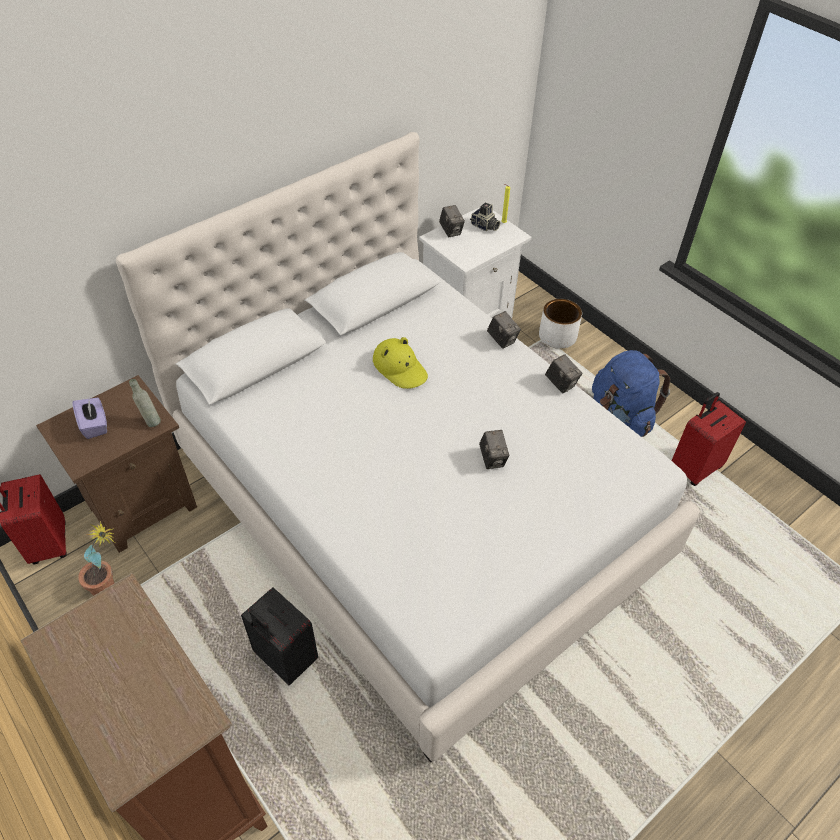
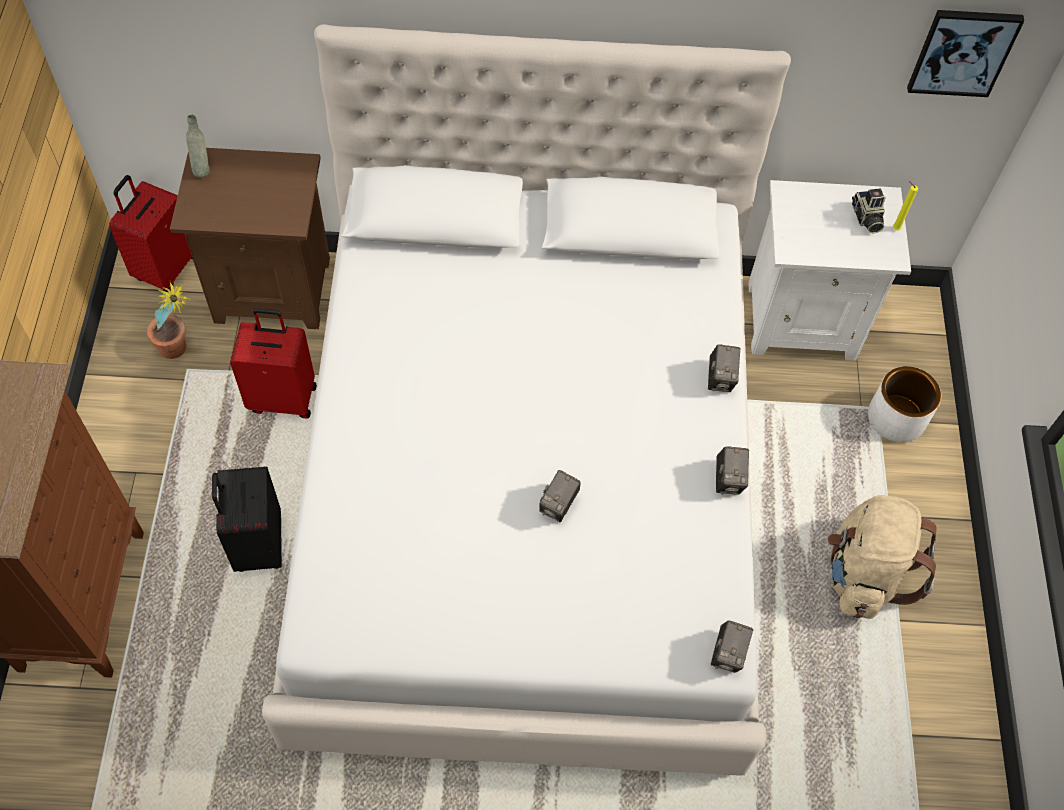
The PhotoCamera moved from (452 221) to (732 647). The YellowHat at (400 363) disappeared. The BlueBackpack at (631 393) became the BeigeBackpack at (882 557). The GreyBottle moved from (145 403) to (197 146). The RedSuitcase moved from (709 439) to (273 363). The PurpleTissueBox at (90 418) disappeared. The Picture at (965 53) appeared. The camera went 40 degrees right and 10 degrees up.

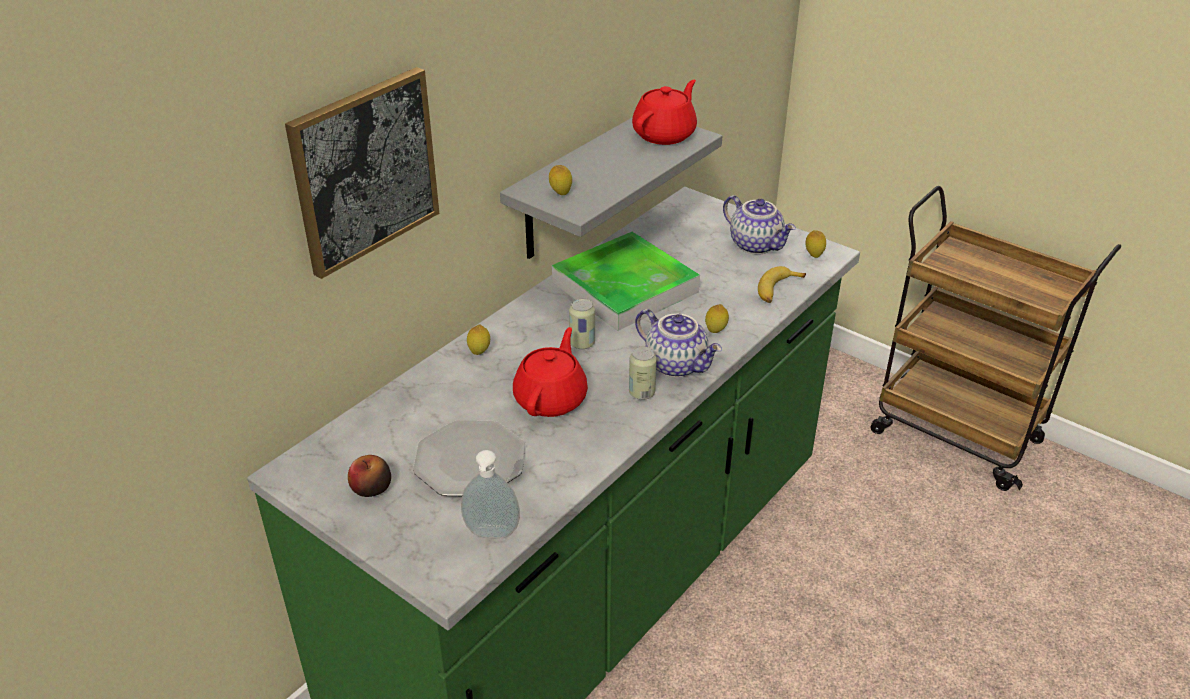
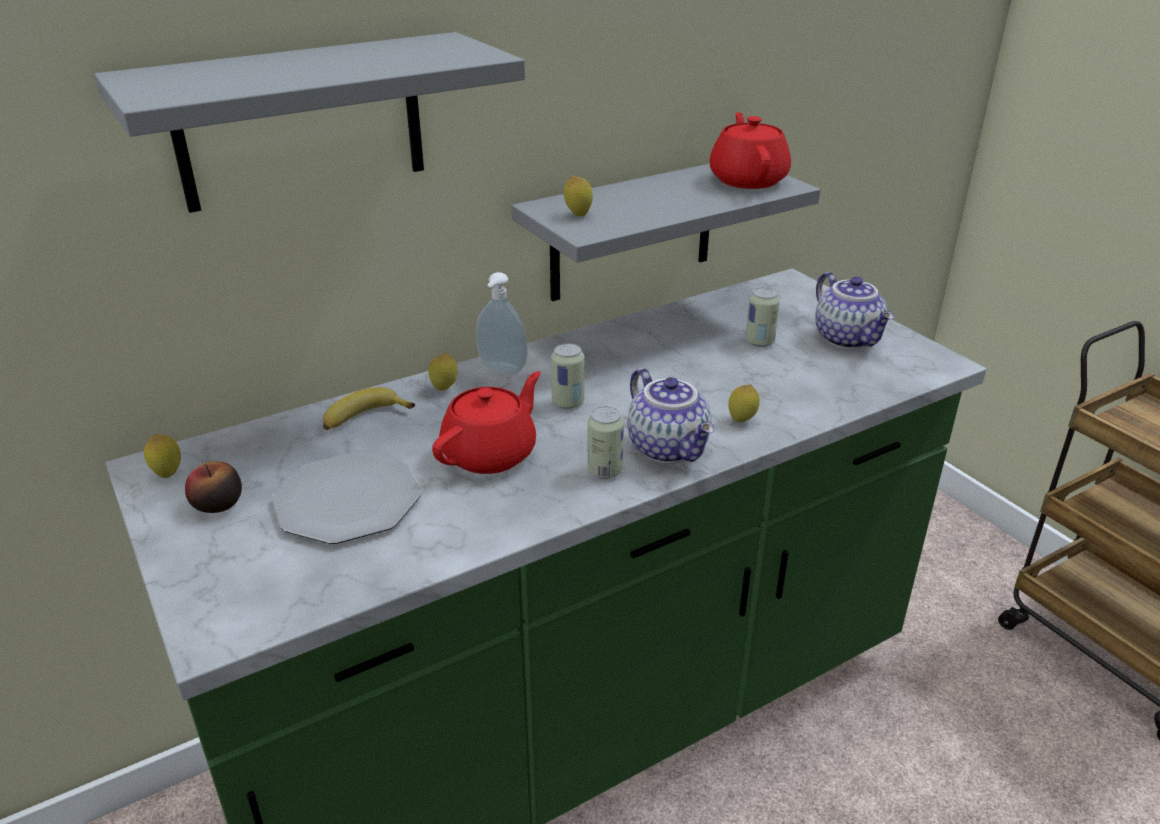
The Picture at (362 173) was replaced by the GreyShelf at (309 122). The RedTeapot at (664 112) turned 60 degrees counterclockwise. The Lemon moved from (816 244) to (162 456). The Tray at (626 281) disappeared. The Banana moved from (782 284) to (369 408). The SoapDispenser moved from (490 494) to (502 323). The Can at (762 317) appeared. The camera went 20 degrees right and 5 degrees down.

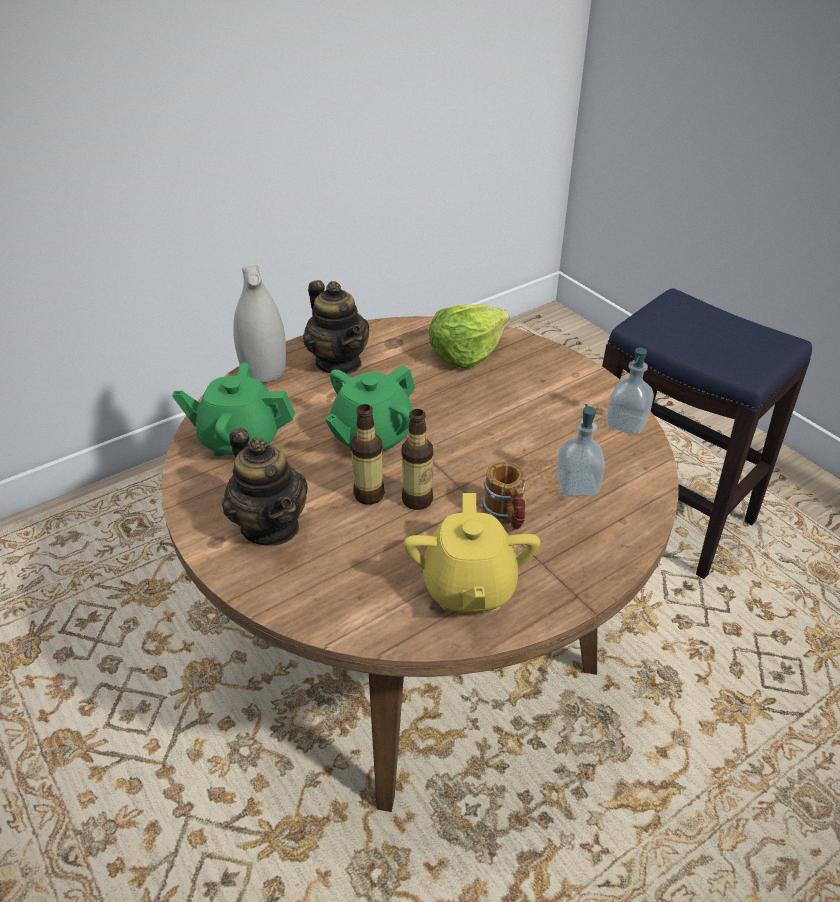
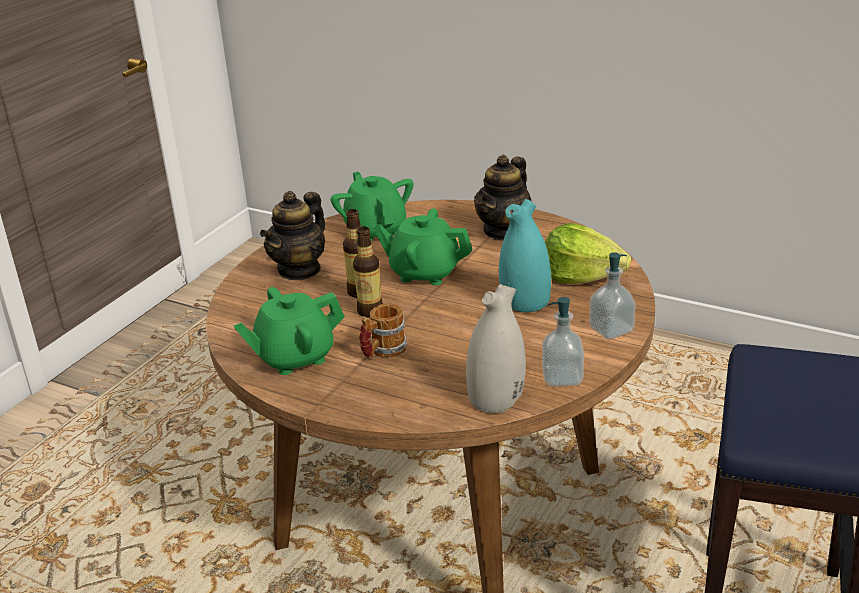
The WhiteVase moved from (259 324) to (496 349). The SoapDispenser moved from (580 450) to (612 296). The YellowTeapot at (472 552) became the GreenTeapot at (289 331). The TurquoiseVase at (525 255) appeared. The camera went 65 degrees right and 10 degrees down.

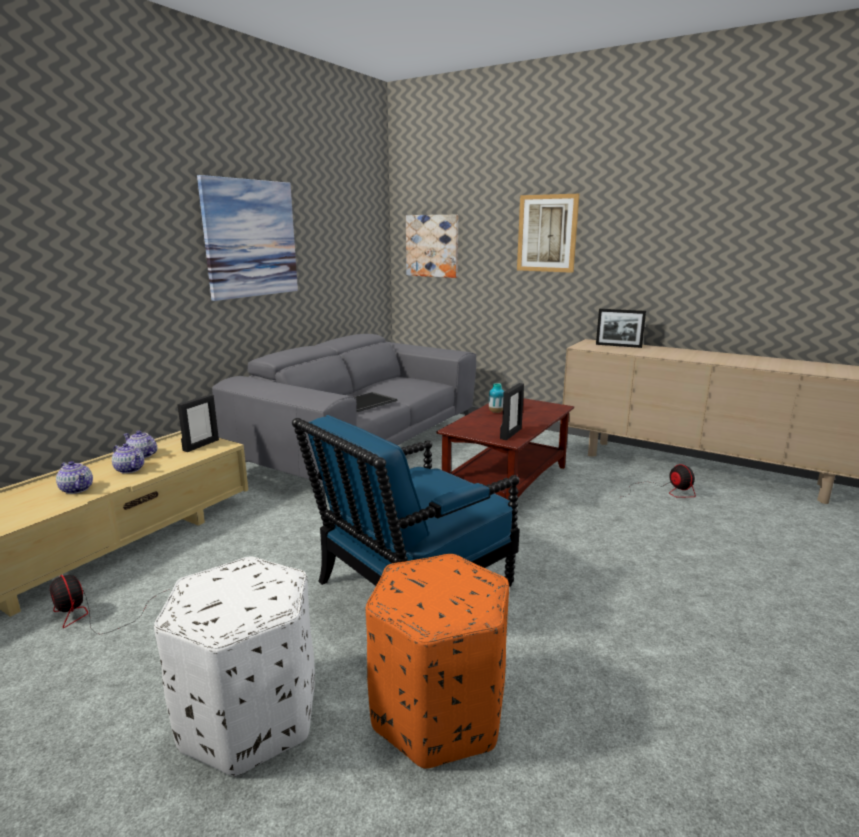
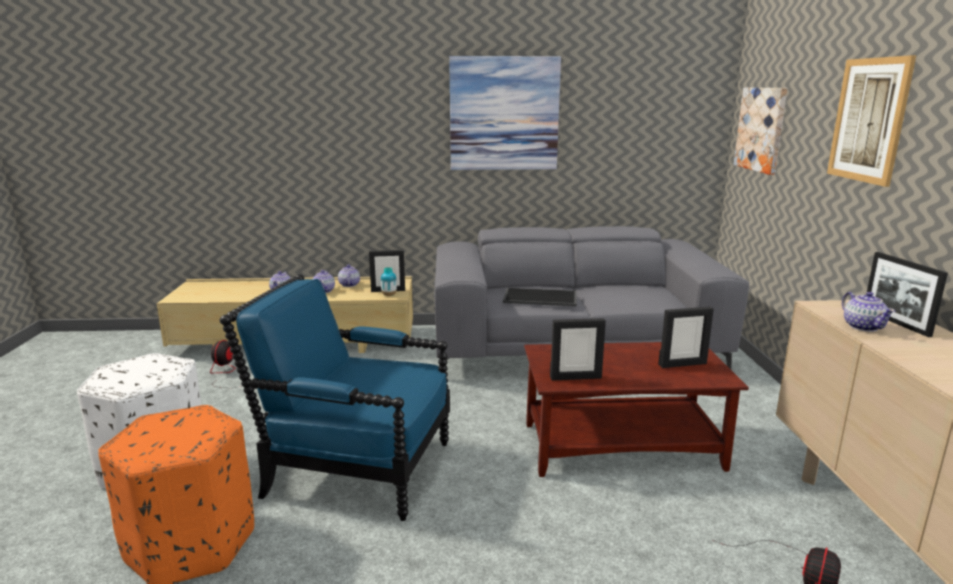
The Vase moved from (496 398) to (389 281). The Teapot at (868 312) appeared. The PictureFrame at (686 337) appeared. The camera went 55 degrees right and 0 degrees up.

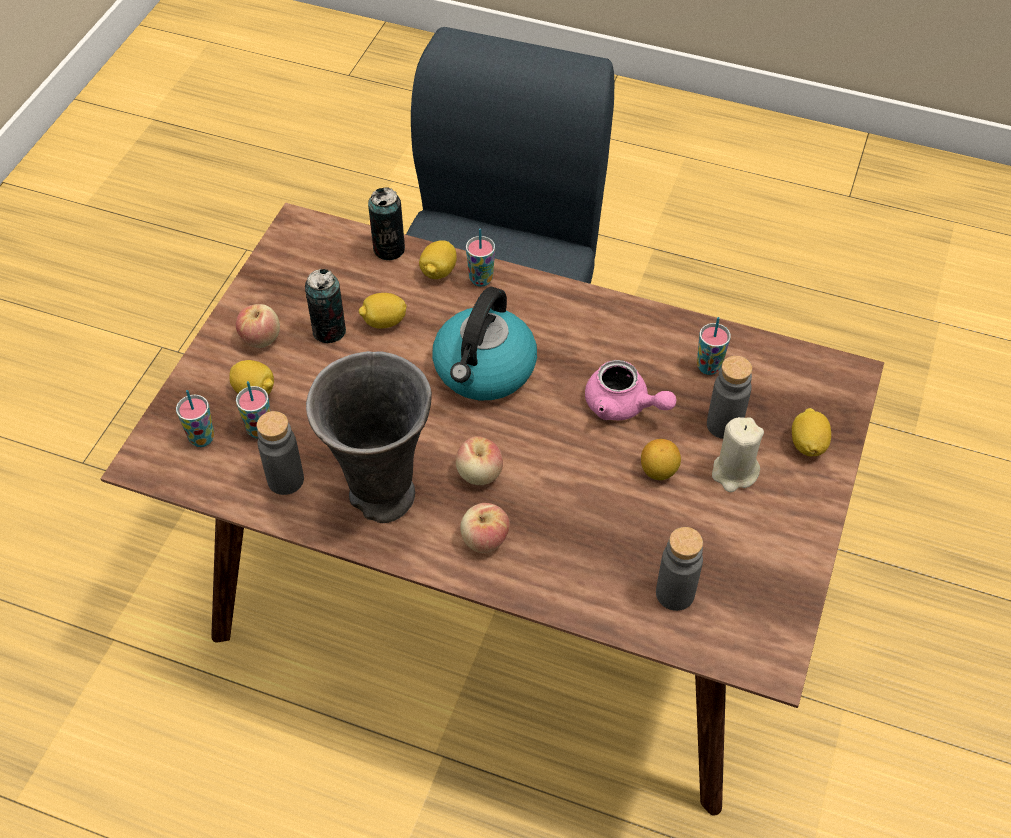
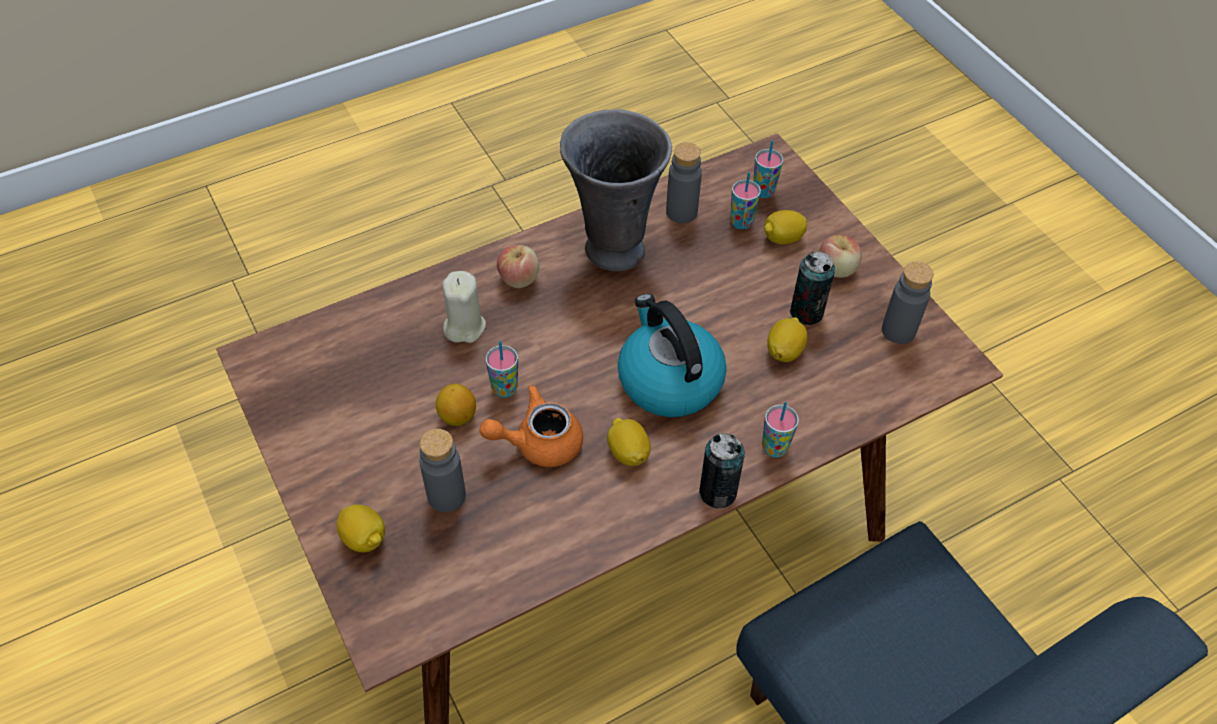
The Can moved from (386 223) to (722 471). The Lemon moved from (438 259) to (629 442). The Cup moved from (714 346) to (502 369). The PinkTeapot at (631 390) became the OrangeTeapot at (531 426). The BeigeCandle moved from (738 454) to (464 307). The Apple at (479 460) disappeared. The GreyBottle moved from (679 569) to (908 303). The camera went 130 degrees right and 0 degrees up.

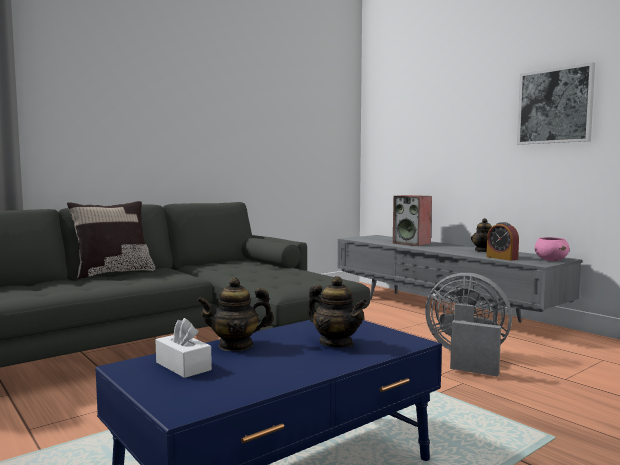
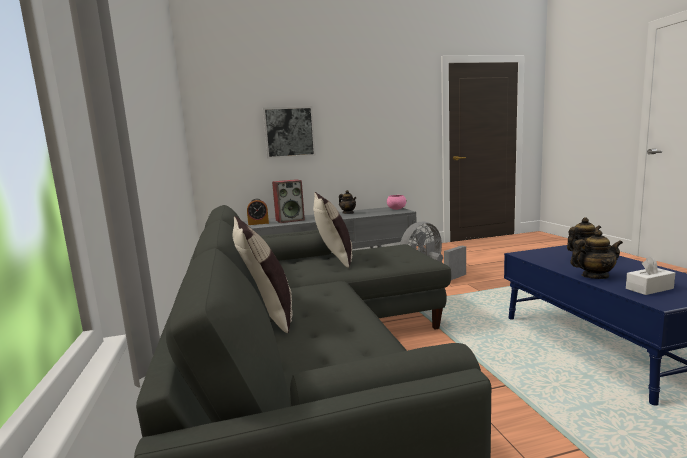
The Picture moved from (556 103) to (289 132). The AlarmClock moved from (502 241) to (258 212). The Teapot at (235 314) turned 105 degrees counterclockwise. The Pillow at (333 230) appeared. The camera went 65 degrees left and 5 degrees up.

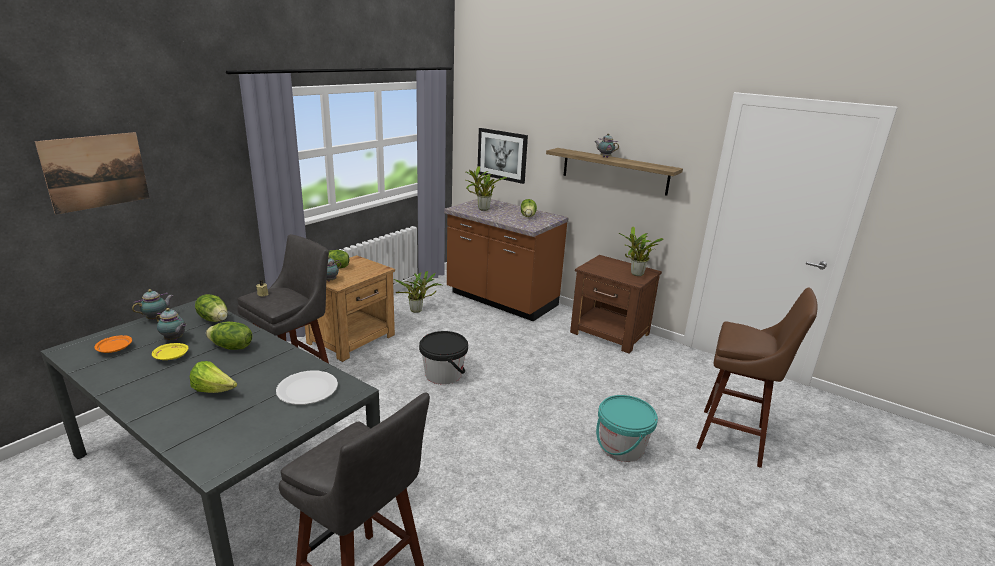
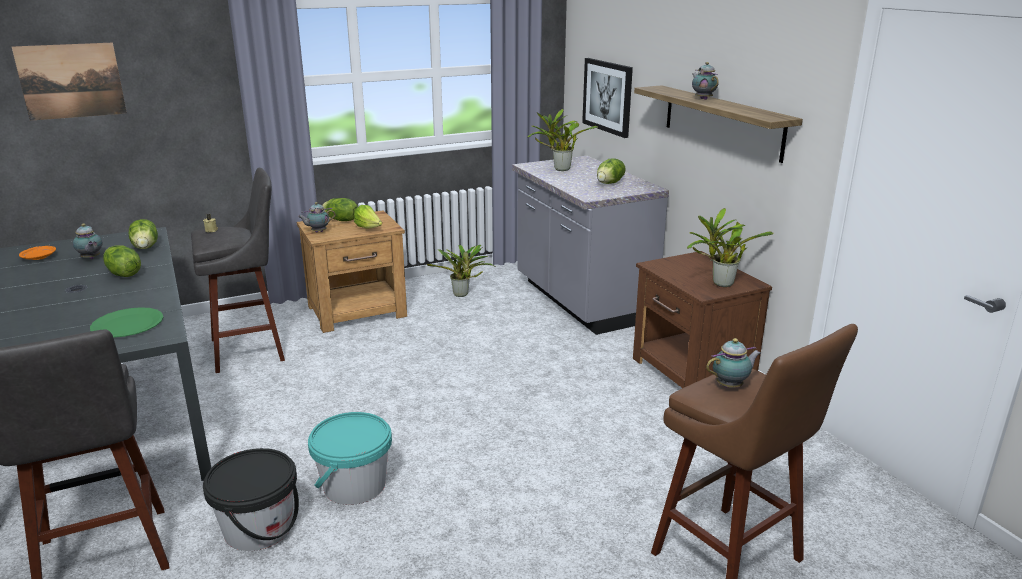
The BrownCounter at (506 260) became the GreyCounter at (590 245). The Teapot moved from (152 304) to (733 363). The BlackBucket moved from (443 358) to (251 499). The YellowPlate at (170 351) disappeared. The Lettuce moved from (213 377) to (368 216). The WhitePlate at (307 388) became the GreenPlate at (126 322). The TurquoiseBucket moved from (627 428) to (350 458). The camera went 30 degrees right and 0 degrees up.

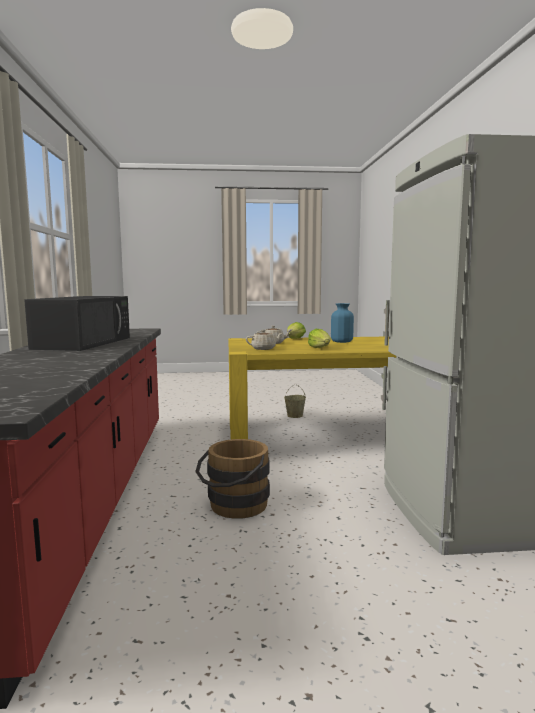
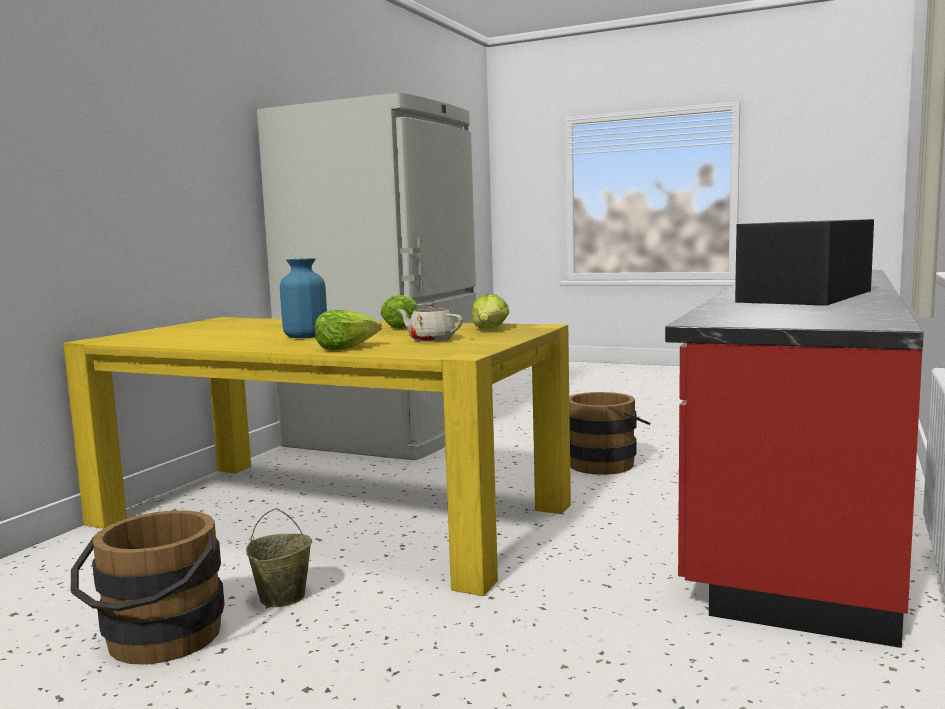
The BeigeTeapot at (264 340) was replaced by the Lettuce at (491 311). The BrownBucket at (148 587) appeared. The camera went 150 degrees left and 0 degrees up.

